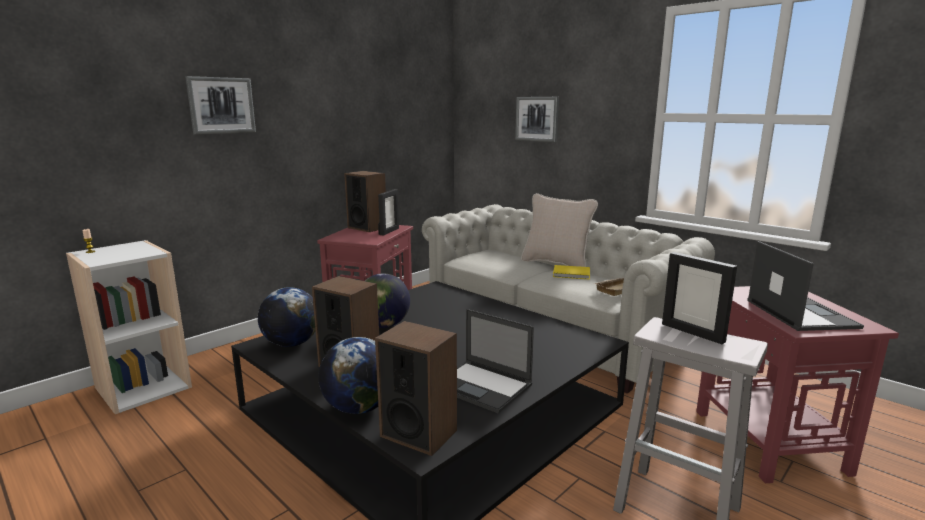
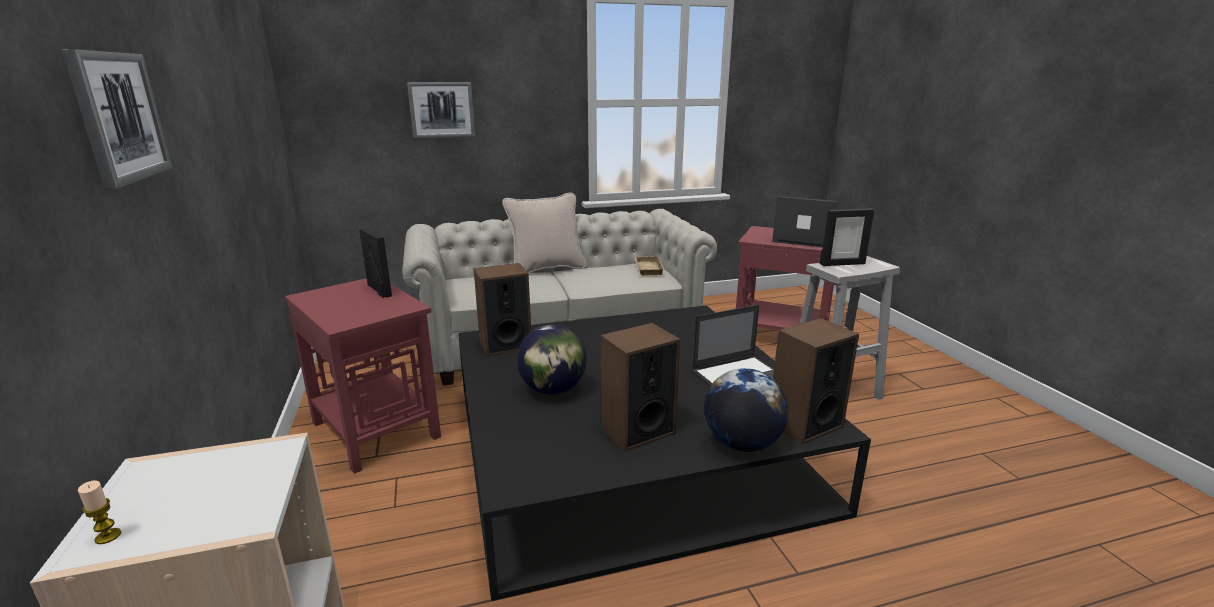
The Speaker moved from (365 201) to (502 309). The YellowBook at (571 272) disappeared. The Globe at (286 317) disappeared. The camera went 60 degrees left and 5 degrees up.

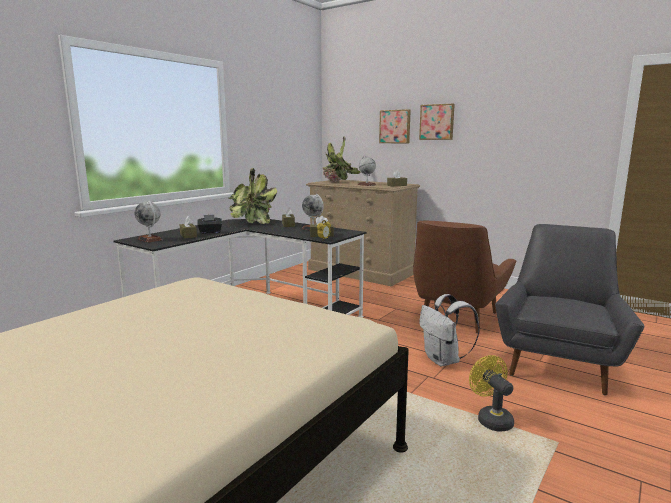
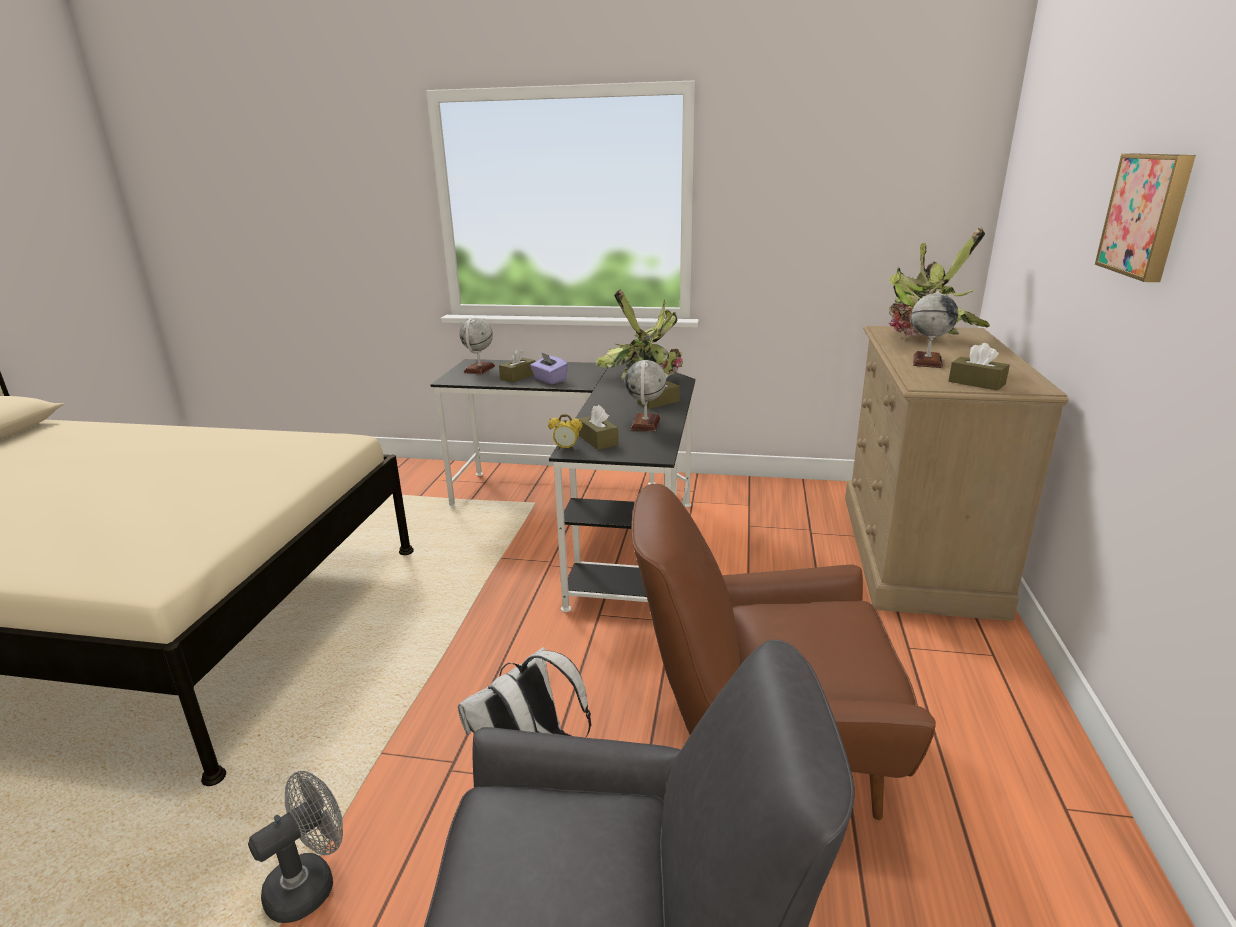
The Picture at (395 126) disappeared. The BlackTissueBox at (209 224) became the PurpleTissueBox at (549 368). The YellowFan at (491 393) became the GreyFan at (295 847). The camera went 65 degrees right and 10 degrees up.

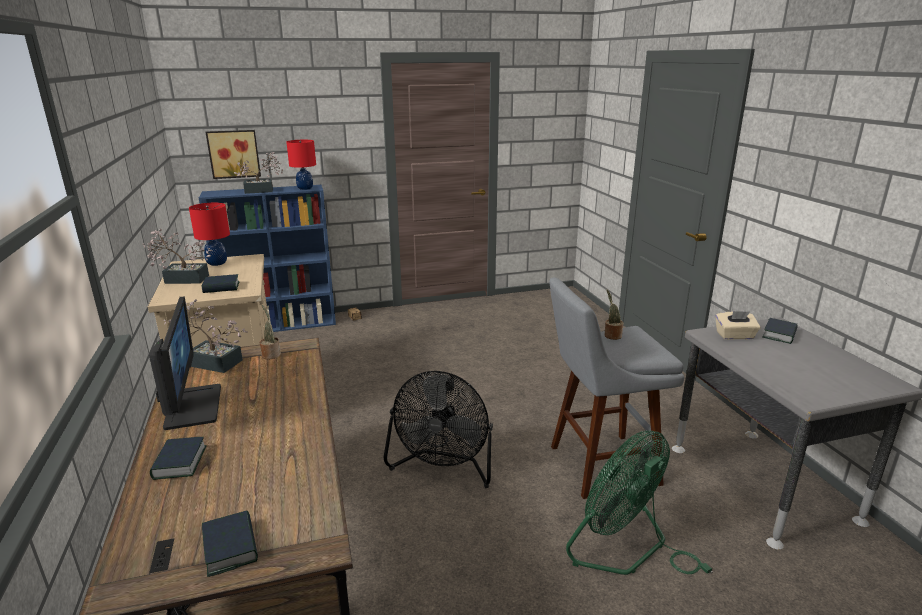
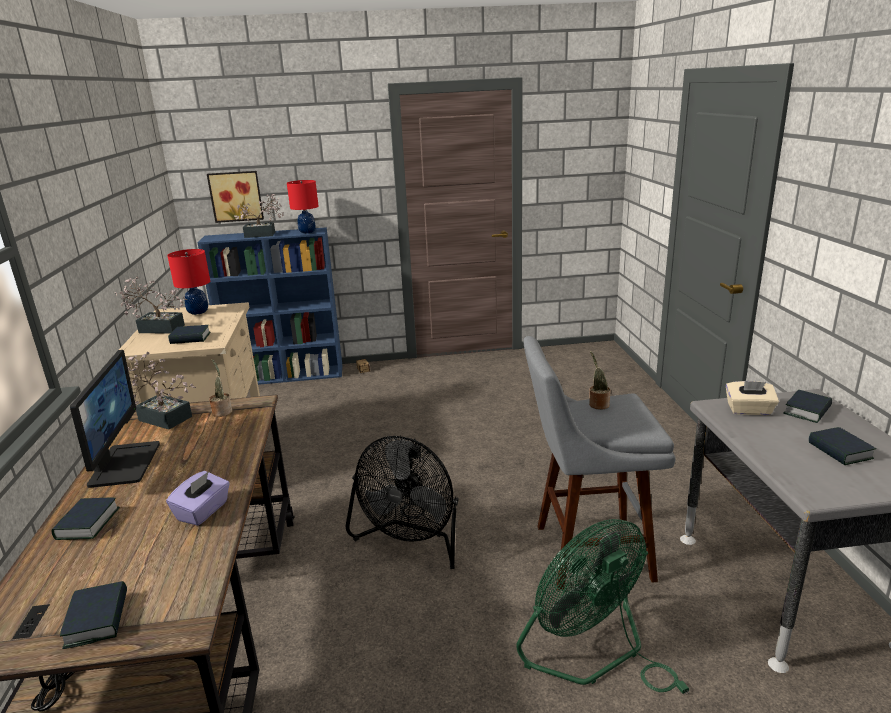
The Book at (842 446) appeared. The PurpleTissueBox at (198 498) appeared. The camera went 10 degrees right and 0 degrees up.

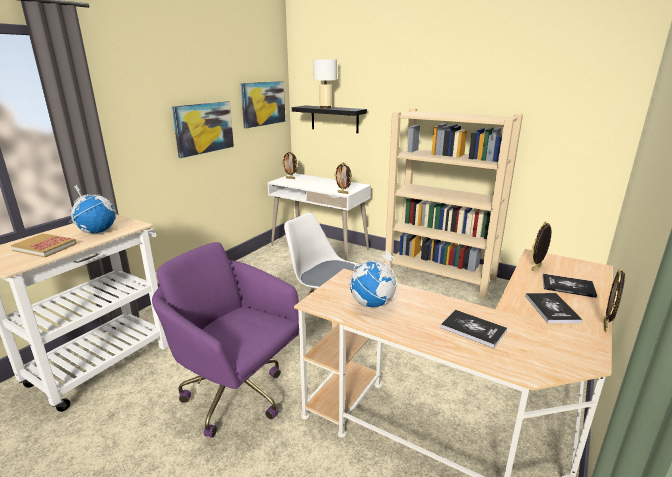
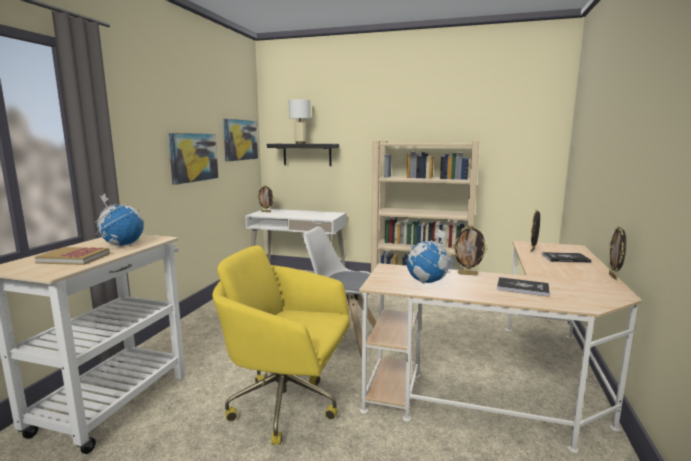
The PictureFrame moved from (343 178) to (470 250). The PurpleOfficeChair at (225 340) became the YellowOfficeChair at (281 345). The Book at (553 308) disappeared. The camera went 15 degrees left and 10 degrees down.

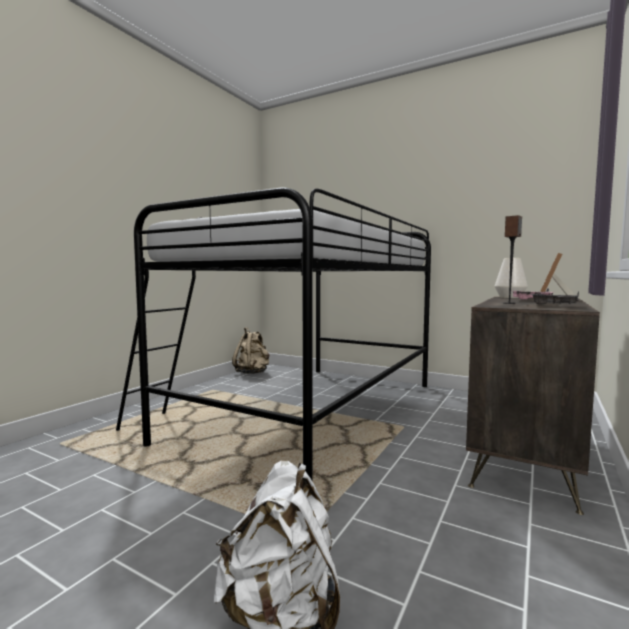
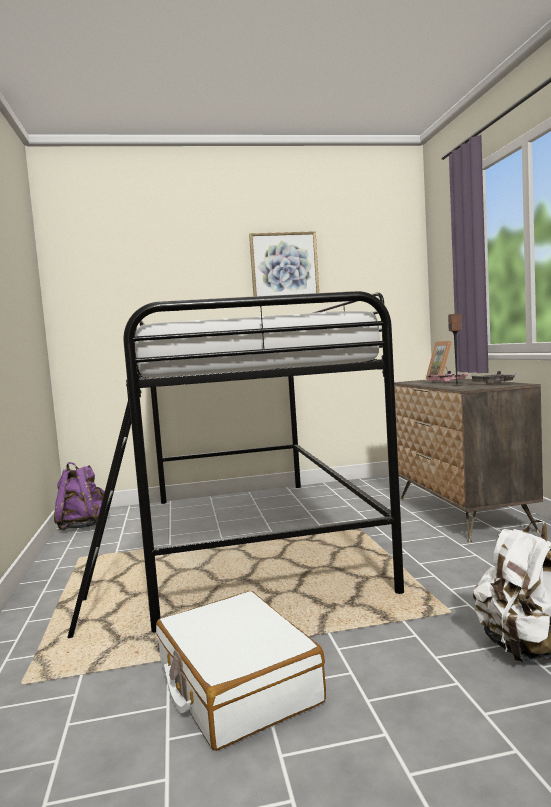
The WhiteVase at (511 278) disappeared. The BeigeBackpack at (250 350) became the PurpleBackpack at (79 496). The Picture at (284 263) appeared. The WhiteSuitcase at (241 671) appeared. The camera went 40 degrees left and 0 degrees up.

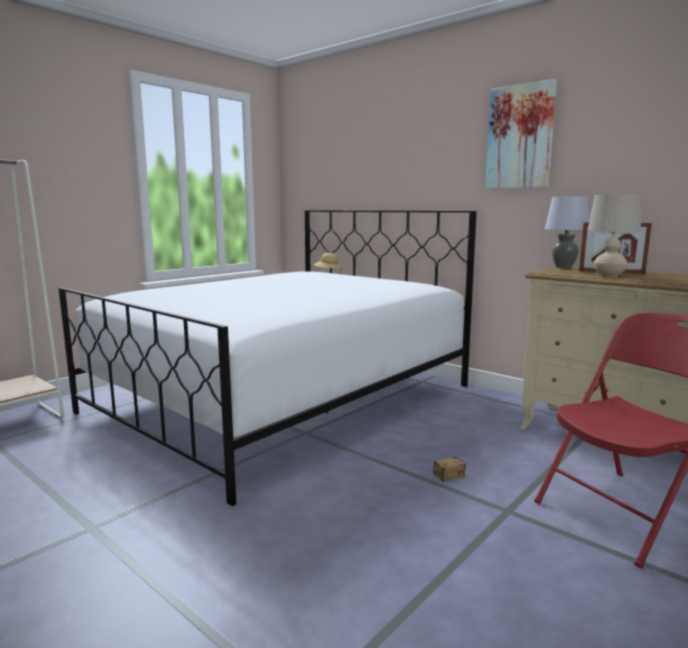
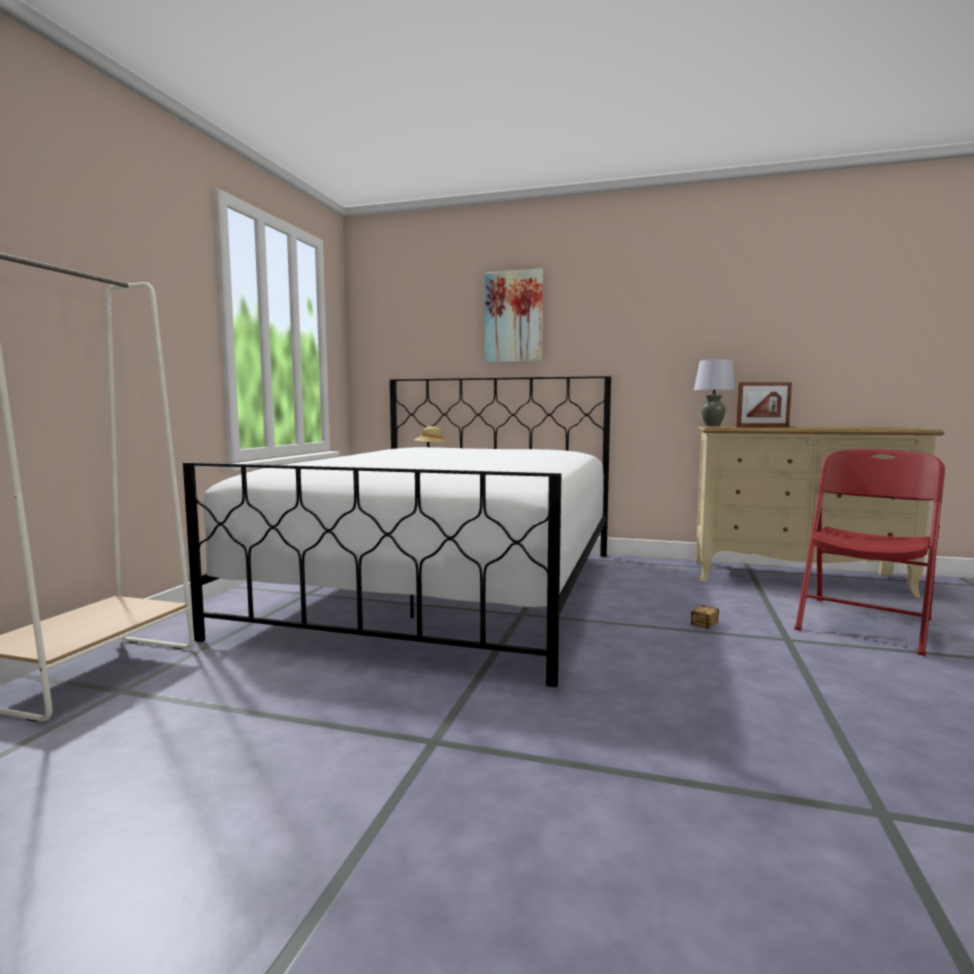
The Picture moved from (521 134) to (514 315). The BeigeTableLamp at (614 235) disappeared. The camera went 25 degrees left and 5 degrees down.

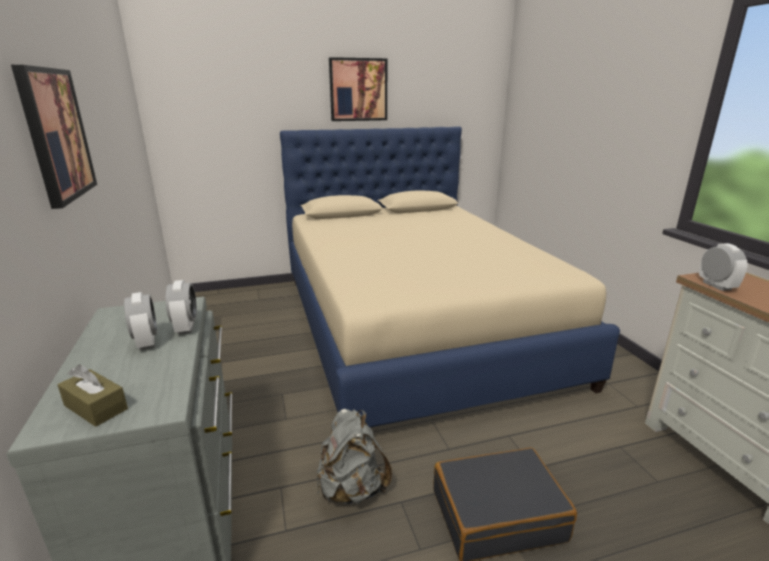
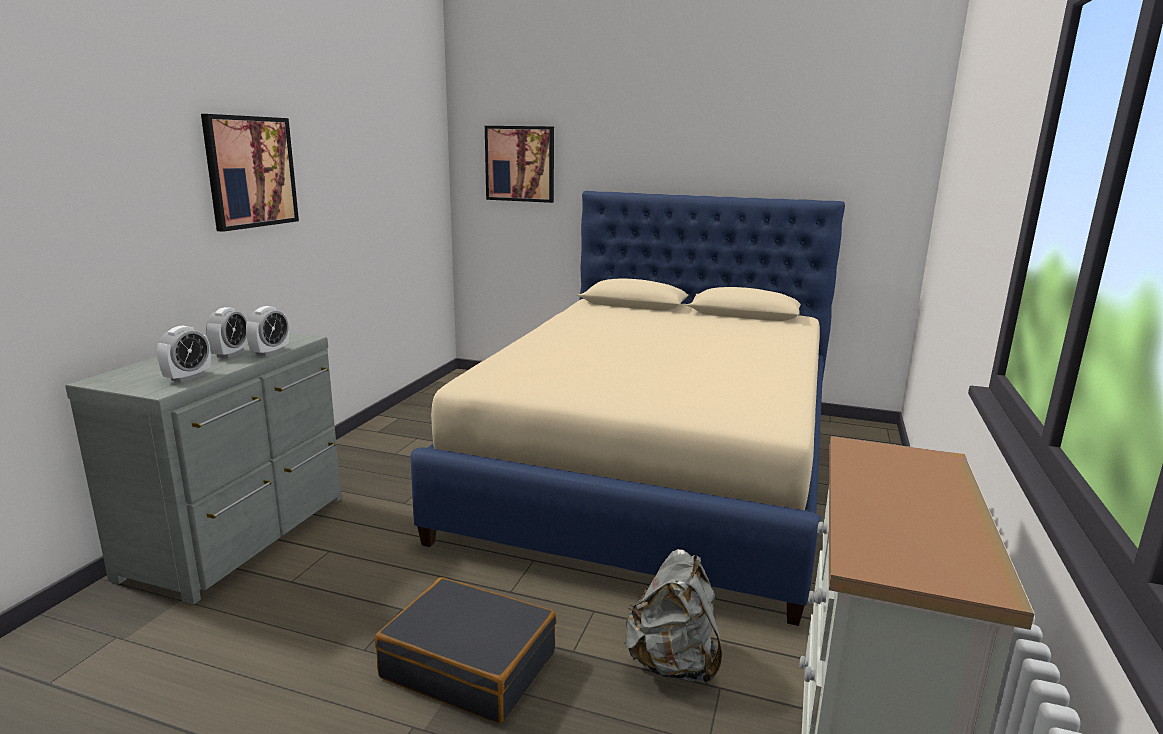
The Picture moved from (358 89) to (519 164). The AlarmClock moved from (723 267) to (184 354). The BrownTissueBox at (93 396) disappeared. The GreyBackpack moved from (354 456) to (673 616). The camera went 35 degrees right and 5 degrees down.

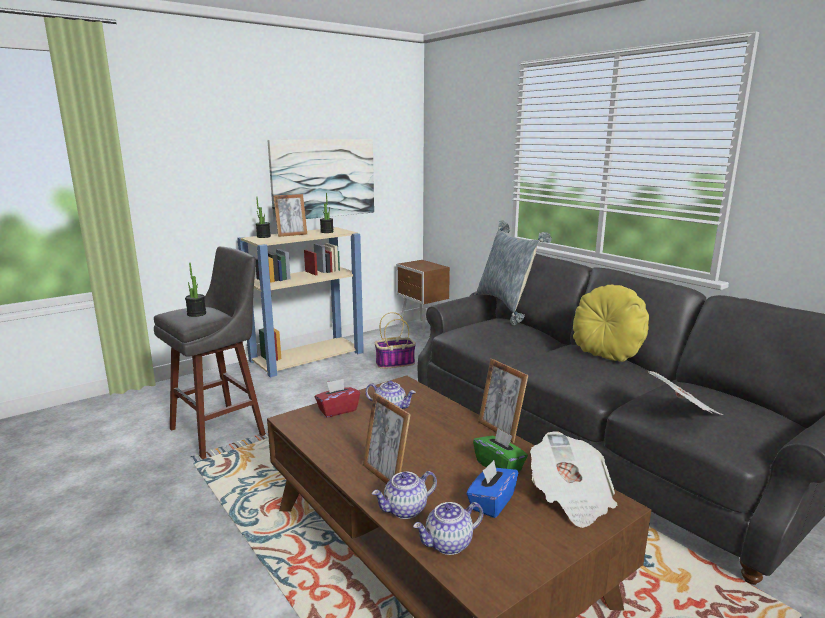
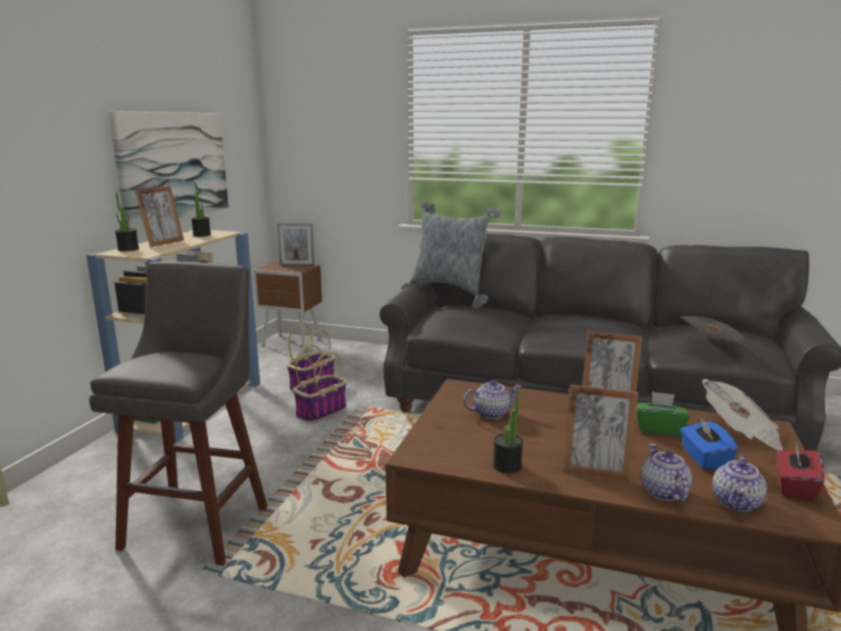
The PottedPlant moved from (195 290) to (508 431). The YellowPillow at (611 323) disappeared. The RedTissueBox moved from (337 398) to (801 472). The Teapot at (404 495) turned 150 degrees clockwise. The PictureFrame at (295 244) appeared. The Basket at (320 384) appeared. The camera went 35 degrees left and 0 degrees up.

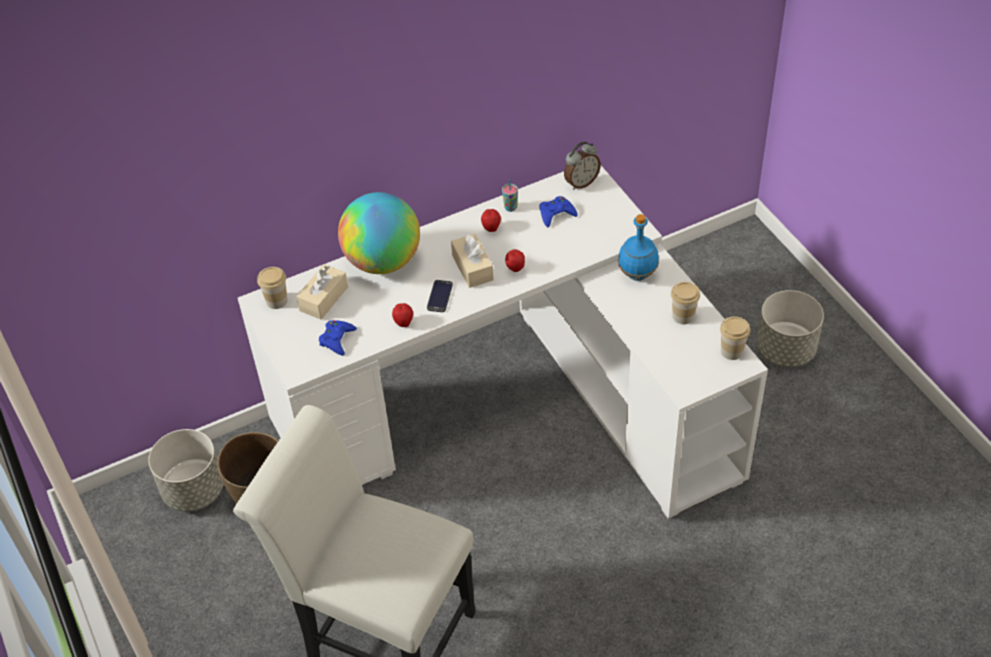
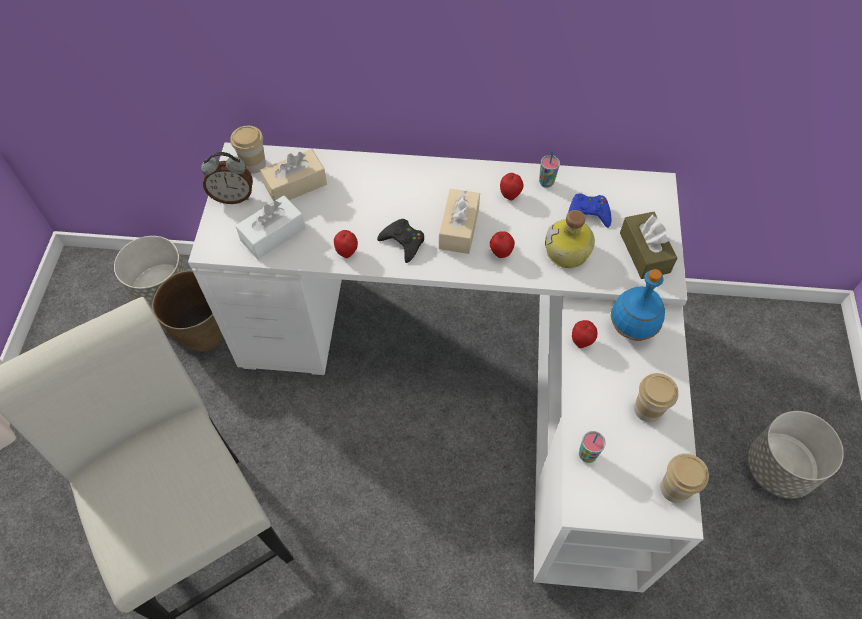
The AlarmClock moved from (582 166) to (227 178). The Globe at (379 233) disappeared. The Phone at (440 296) was replaced by the BlackGameController at (400 241). The BlueGameController at (338 337) was replaced by the WhiteTissueBox at (270 227). The Bottle at (570 239) appeared. The BrownTissueBox at (648 245) appeared. The Apple at (584 334) appeared. The Cup at (592 447) appeared. The camera went 30 degrees right and 10 degrees up.

